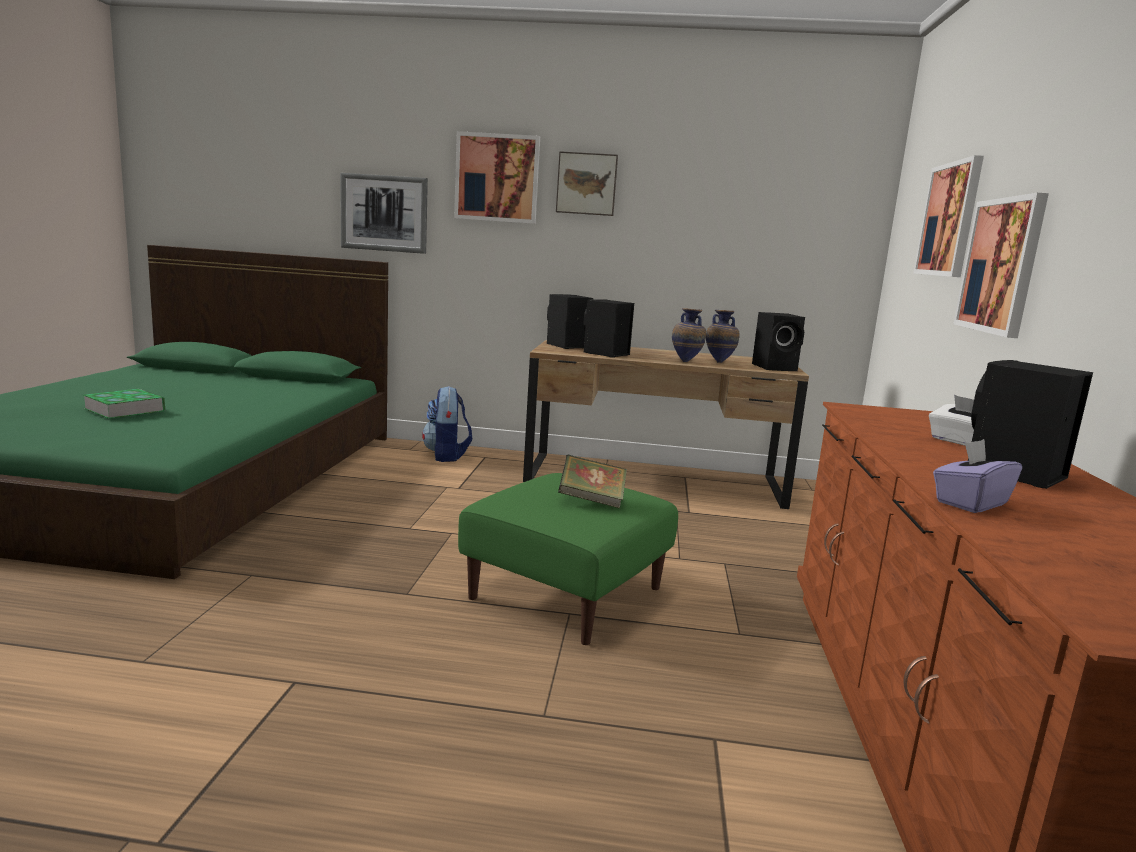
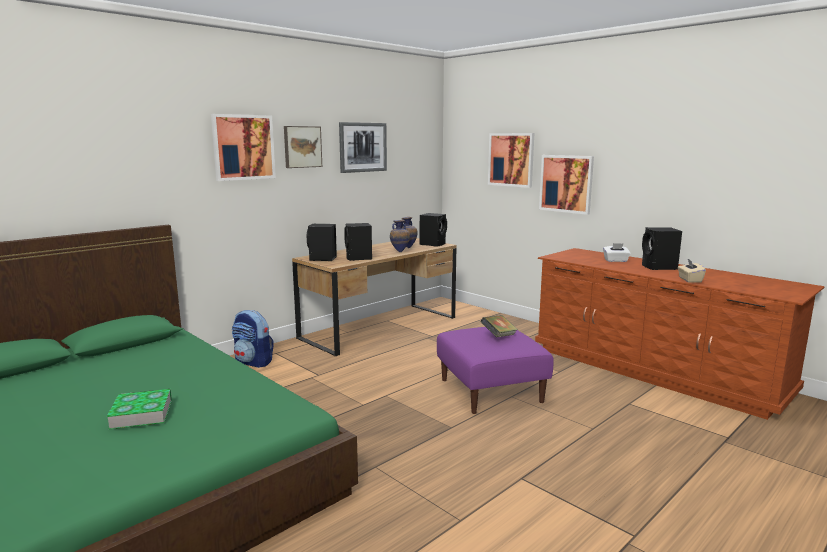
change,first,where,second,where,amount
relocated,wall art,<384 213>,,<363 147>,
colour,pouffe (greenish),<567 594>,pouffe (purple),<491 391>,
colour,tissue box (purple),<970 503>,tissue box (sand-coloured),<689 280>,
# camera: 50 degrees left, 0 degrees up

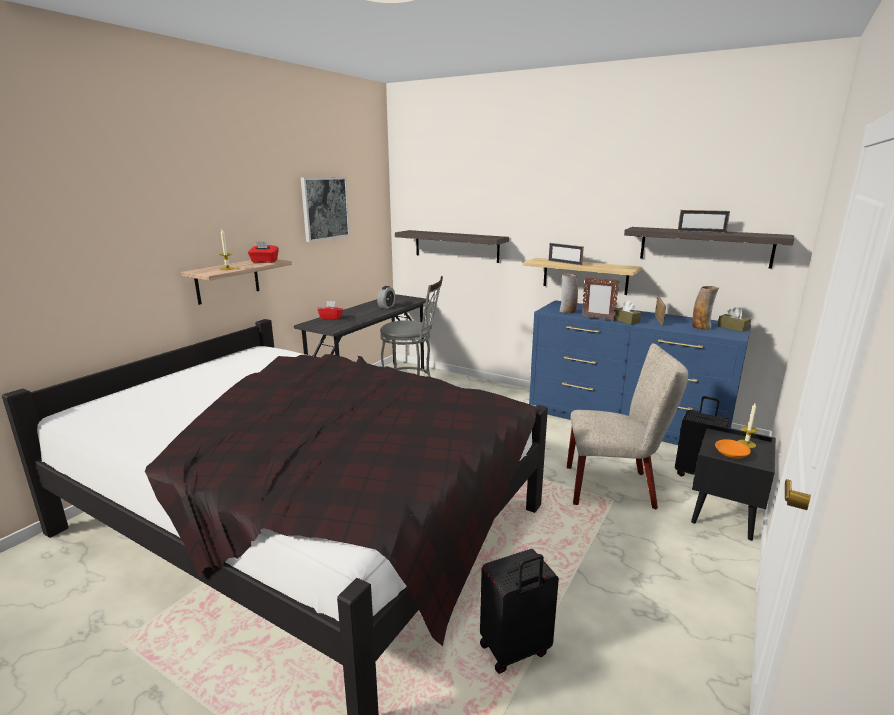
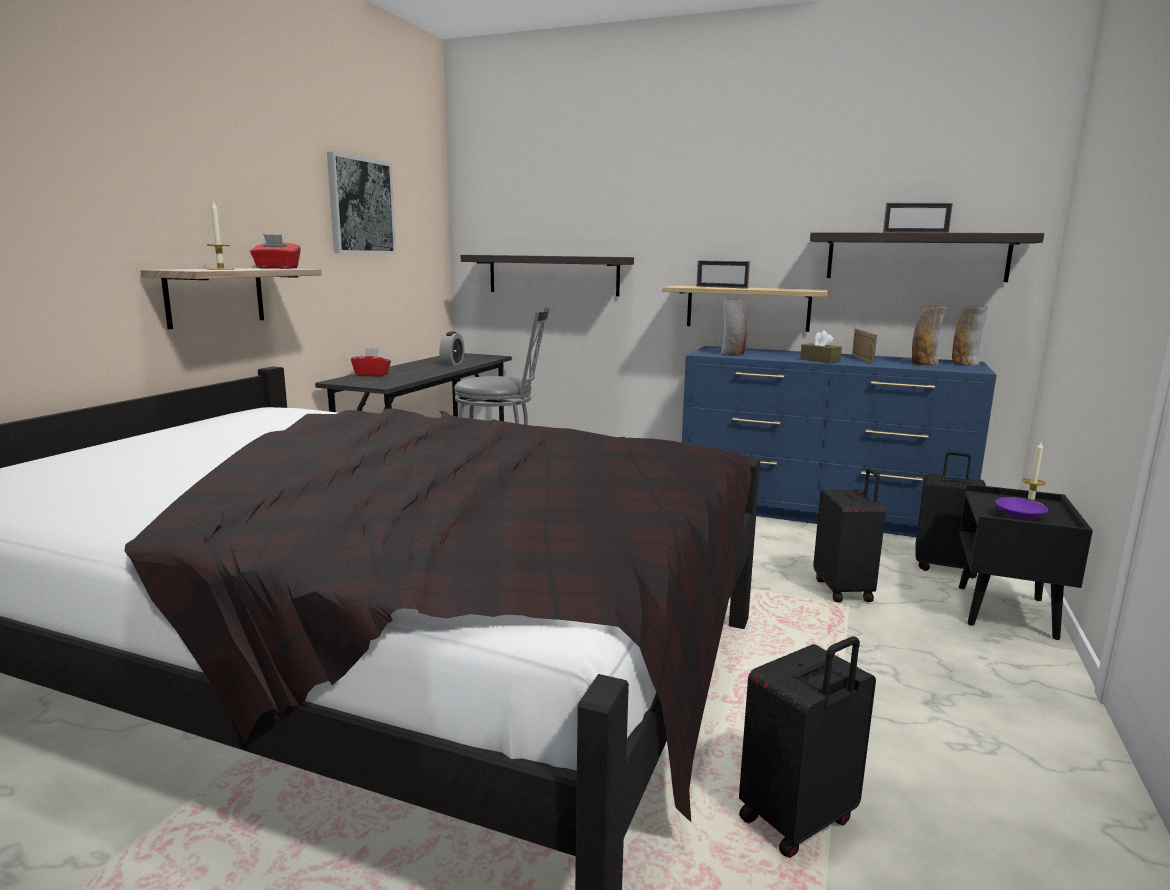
change,first,where,second,where,amount
exchanged,upright chair (sand-coloured),<616 487>,suitcase (blackish),<844 590>,
missing,picture frame,<597 319>,,,
colour,deep dish (orange-coloured),<731 454>,deep dish (purple),<1019 516>,
exchanged,tissue box (brownish),<733 328>,decorative vase,<965 364>,
# camera: 10 degrees left, 5 degrees down

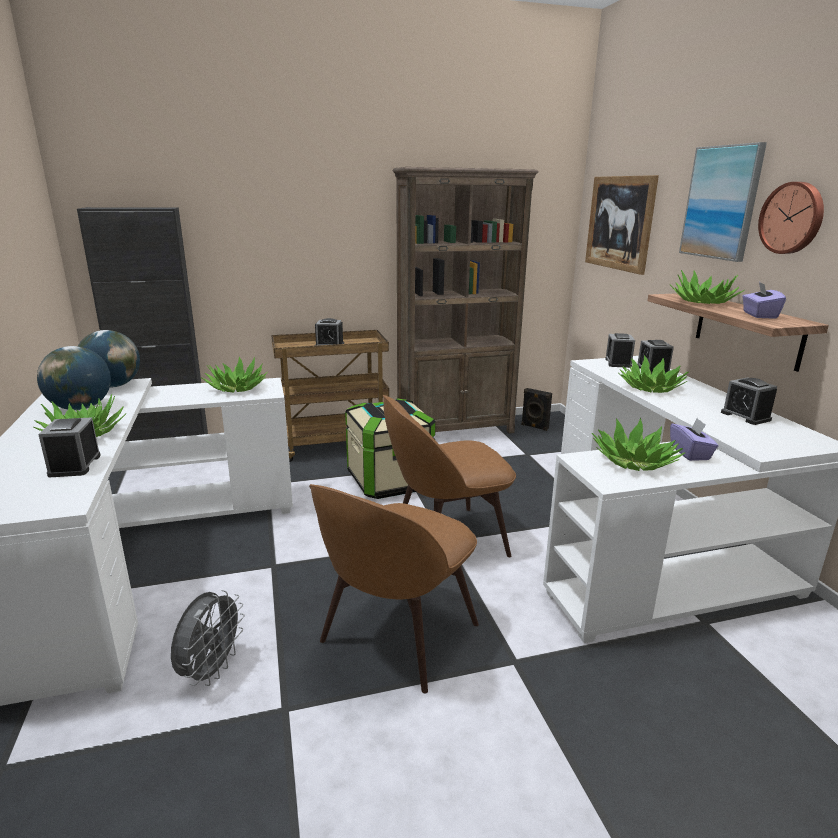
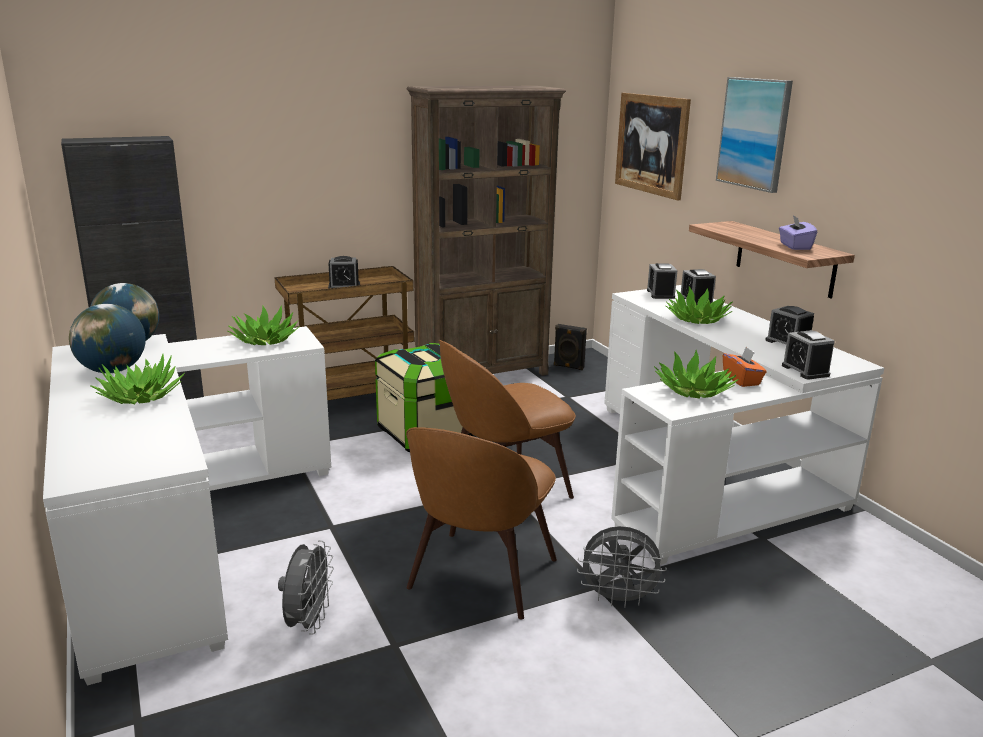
change,first,where,second,where,amount
relocated,table clock,<75 465>,,<805 370>,
missing,potted plant,<703 301>,,,
colour,tissue box (purple),<690 453>,tissue box (orange-coloured),<742 380>,
missing,hanging clock,<792 218>,,,
appeared,,,electric fan (gray),<618 599>,
# camera: 10 degrees left, 0 degrees up

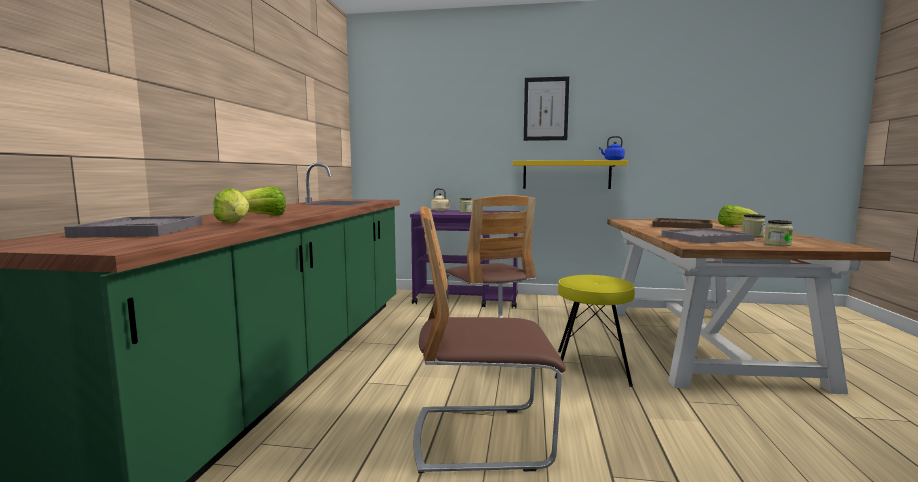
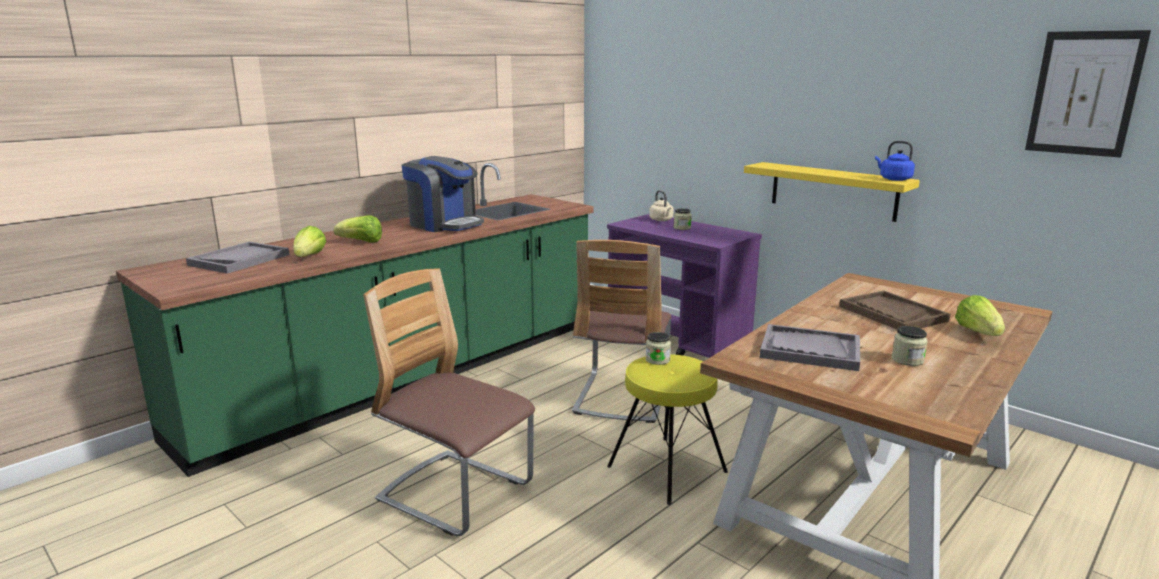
change,first,where,second,where,amount
relocated,wall art,<546 109>,,<1084 93>,
relocated,jar,<777 244>,,<657 360>,
appeared,,,coffee brewer,<444 224>,
# camera: 35 degrees right, 10 degrees up

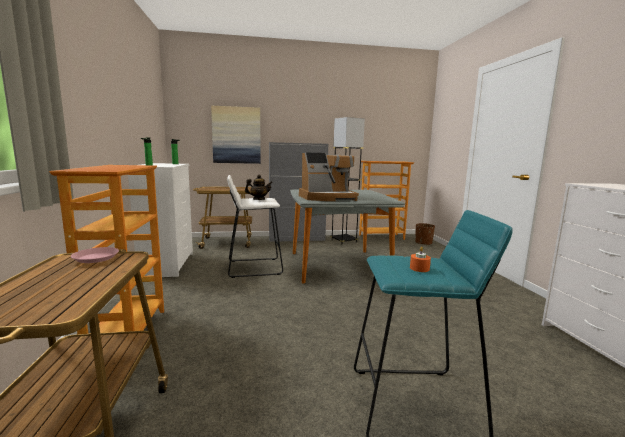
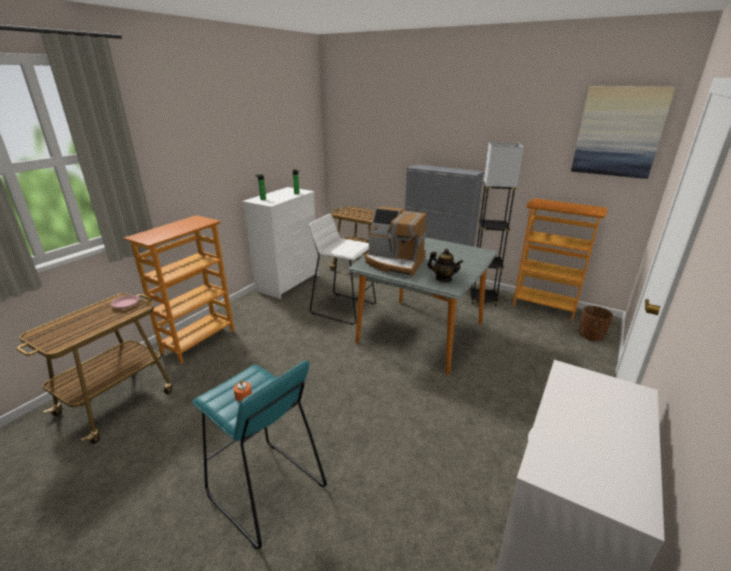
change,first,where,second,where,amount
relocated,wall art,<236 135>,,<619 132>,
relocated,tea pot,<259 199>,,<443 279>,
# camera: 40 degrees right, 15 degrees up

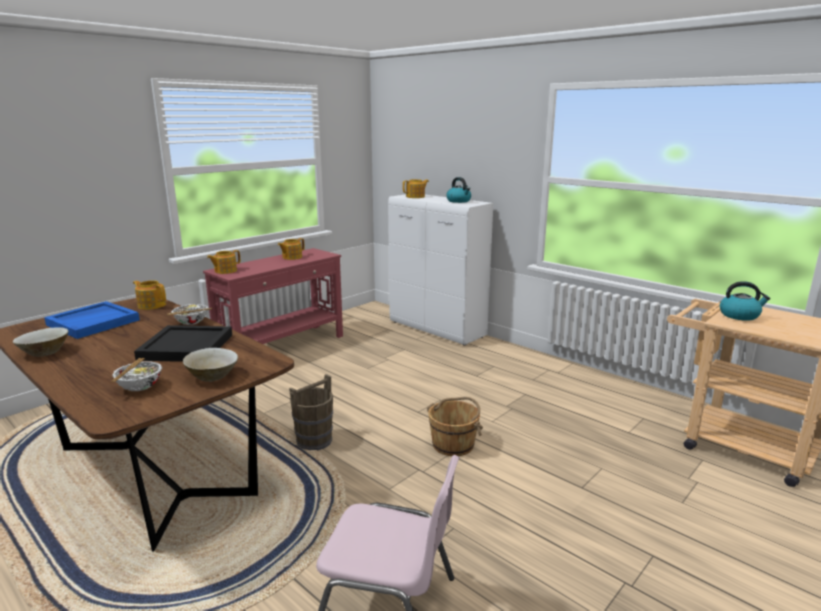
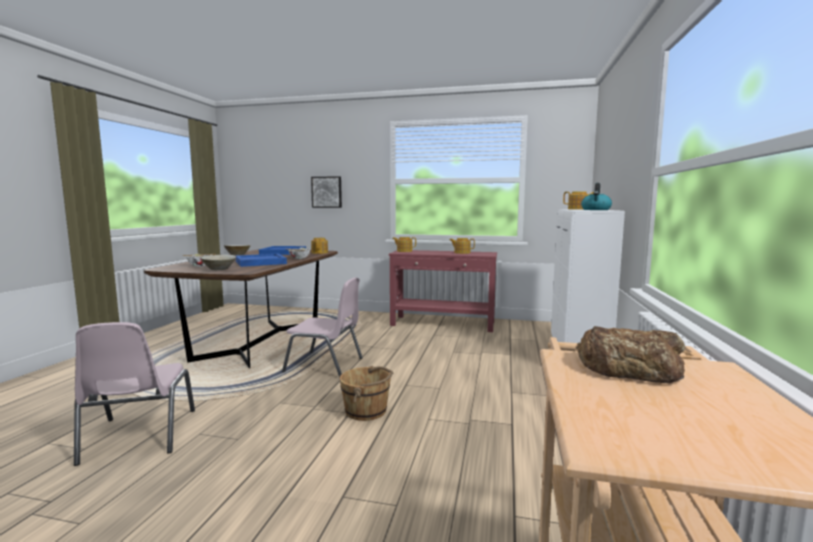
change,first,where,second,where,amount
colour,serving tray (blackish),<187 347>,serving tray (blue-coloured),<260 262>,
exchanged,bucket (brownish),<314 441>,upright chair (pink-coloured),<325 365>,
exchanged,water kettle,<739 315>,baked bread,<629 365>,
appeared,,,wall art,<327 192>,
# camera: 60 degrees right, 10 degrees down

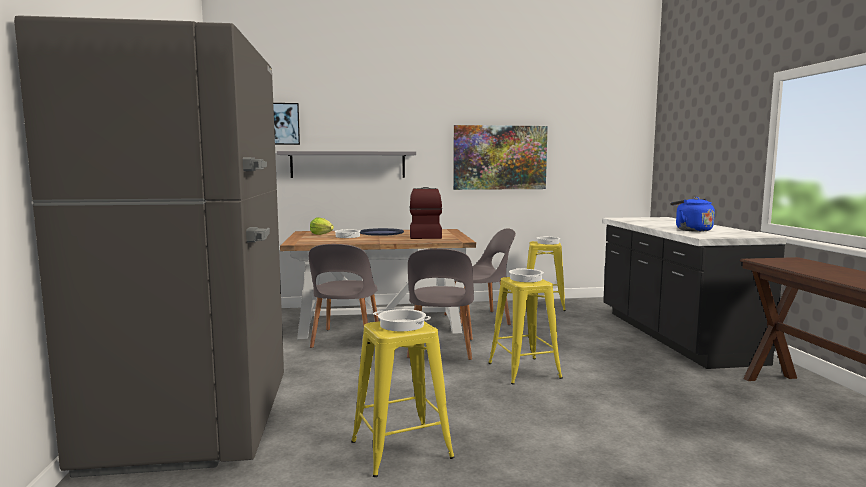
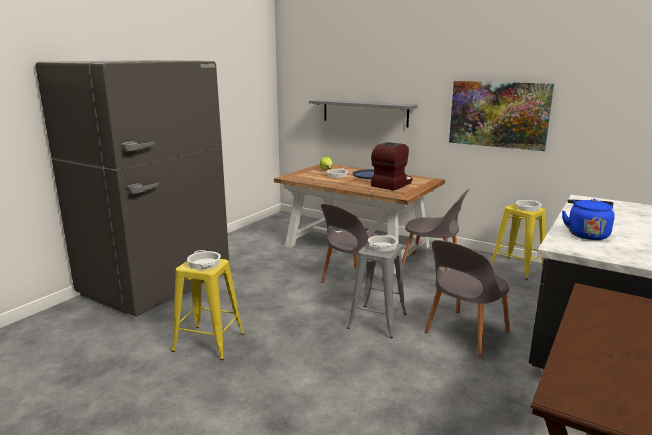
change,first,where,second,where,amount
missing,wall art,<282 124>,,,
relocated,upright chair (gray),<345 340>,,<465 334>,
colour,stool (yellowish),<524 370>,stool (gray),<377 321>,
# camera: 40 degrees right, 10 degrees up

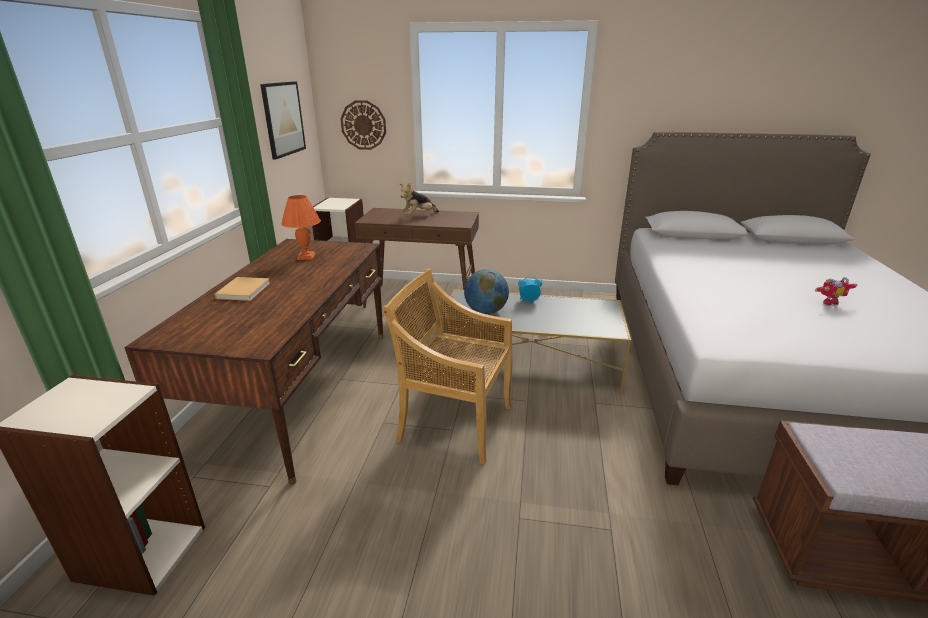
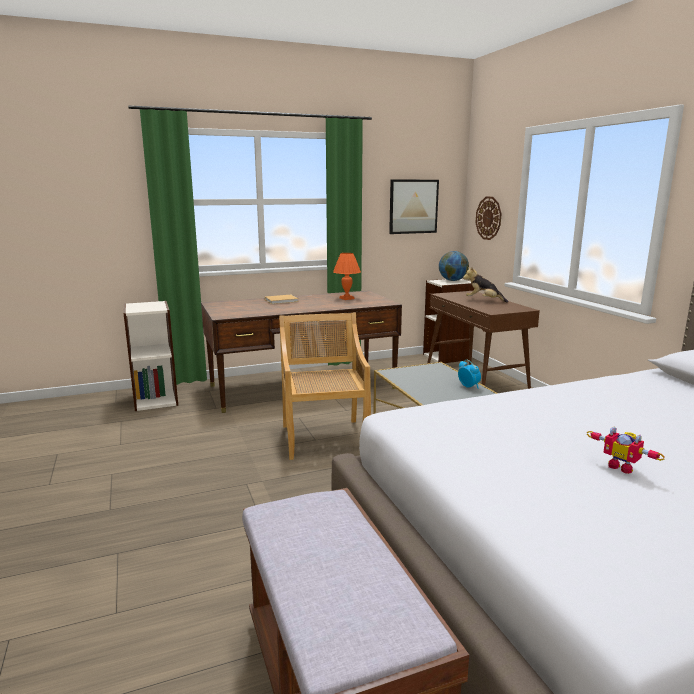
change,first,where,second,where,amount
relocated,world globe,<486 311>,,<452 280>,
# camera: 60 degrees right, 10 degrees down

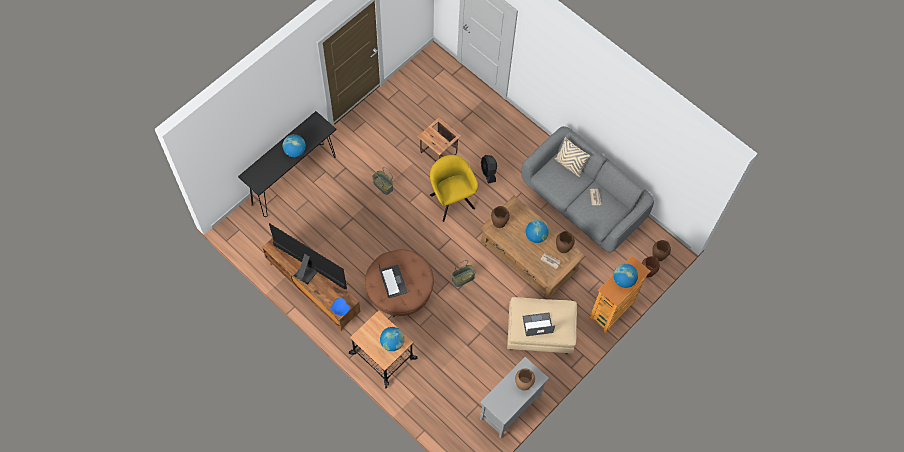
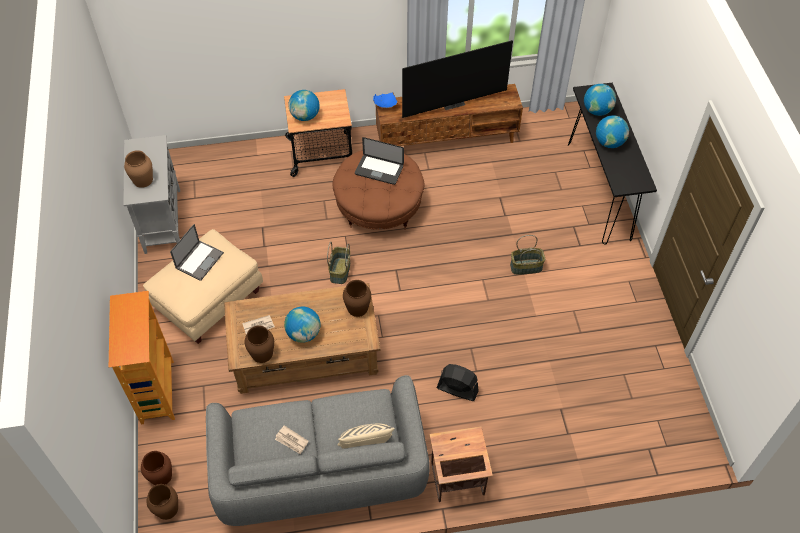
change,first,where,second,where,amount
relocated,accent table,<439 154>,,<456 479>,
missing,armchair (yellowish),<451 199>,,,
relocated,world globe,<623 280>,,<597 110>,
# camera: 130 degrees right, 10 degrees down

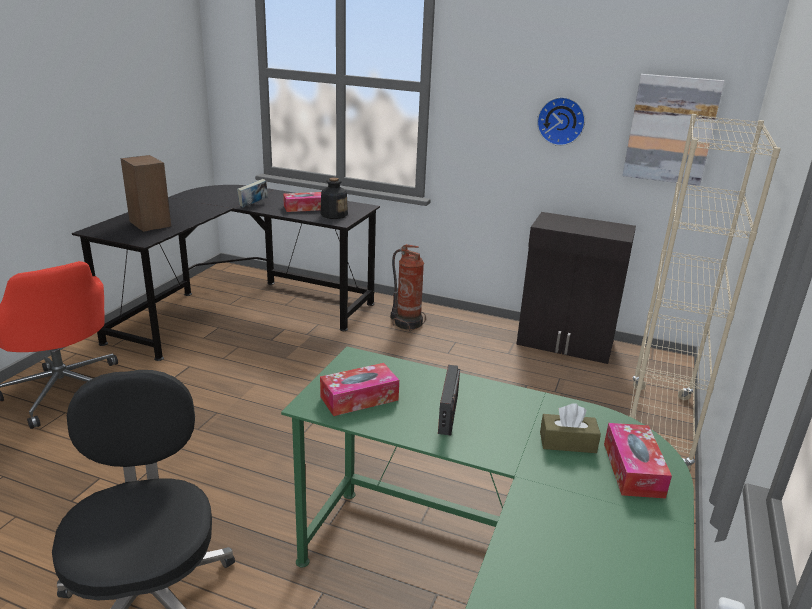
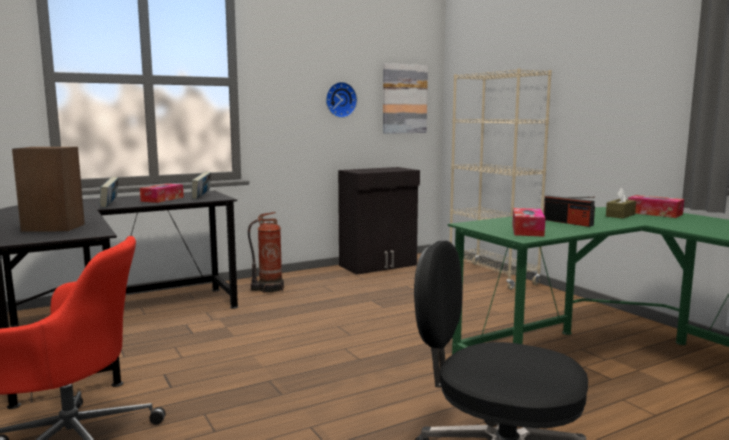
change,first,where,second,where,amount
exchanged,beverage bottle,<333 215>,book,<201 197>,
# camera: 50 degrees left, 15 degrees down

